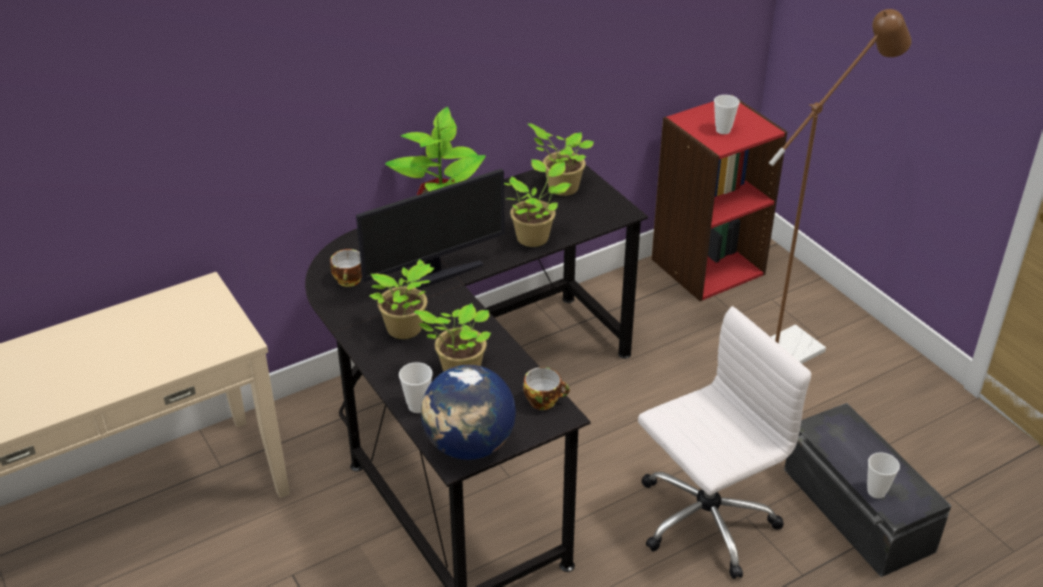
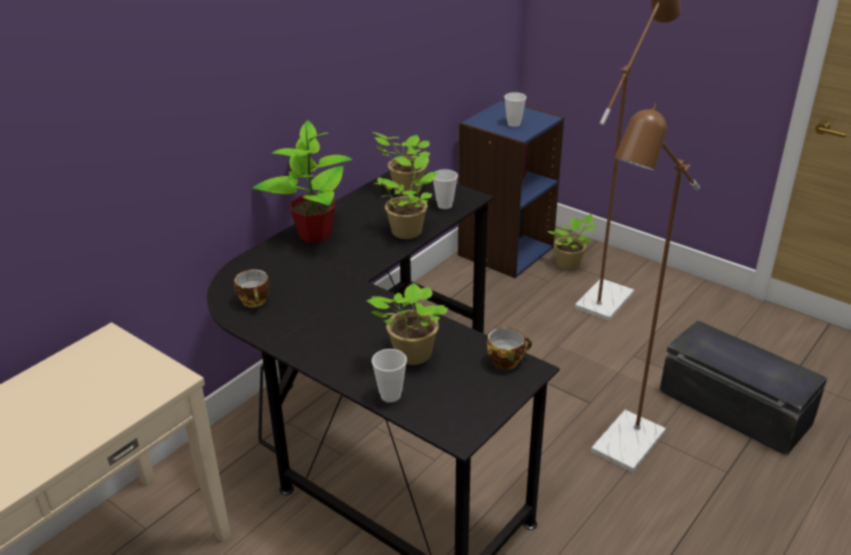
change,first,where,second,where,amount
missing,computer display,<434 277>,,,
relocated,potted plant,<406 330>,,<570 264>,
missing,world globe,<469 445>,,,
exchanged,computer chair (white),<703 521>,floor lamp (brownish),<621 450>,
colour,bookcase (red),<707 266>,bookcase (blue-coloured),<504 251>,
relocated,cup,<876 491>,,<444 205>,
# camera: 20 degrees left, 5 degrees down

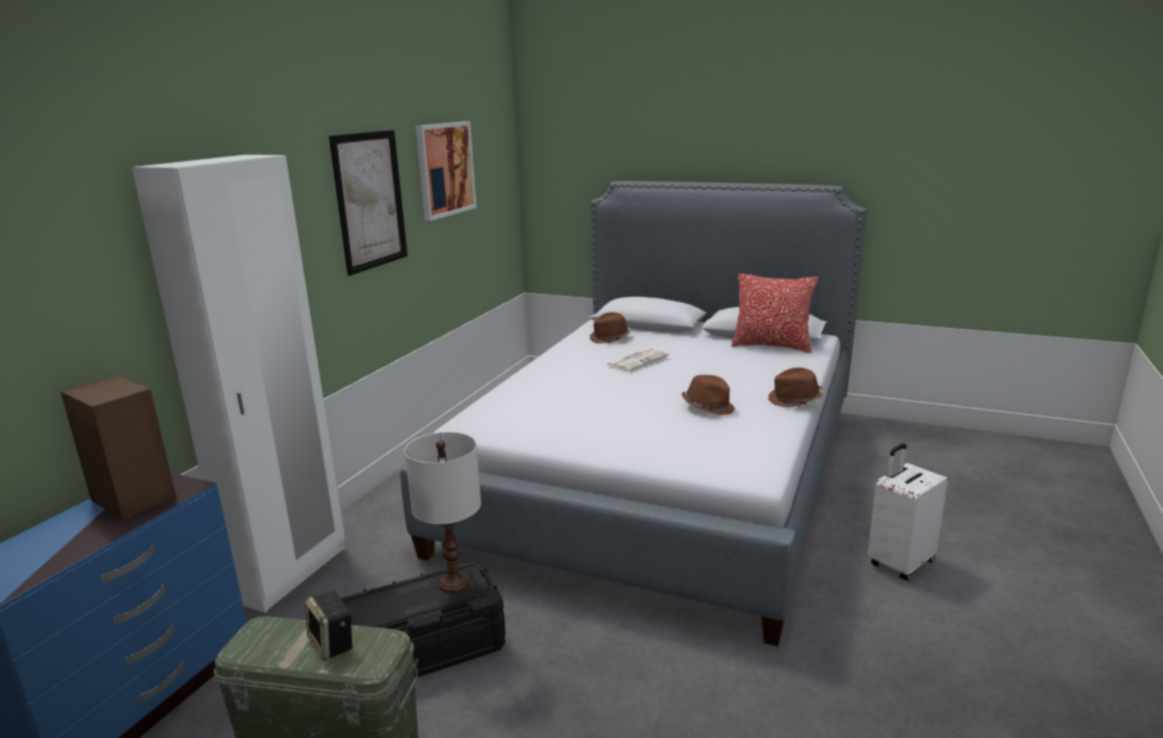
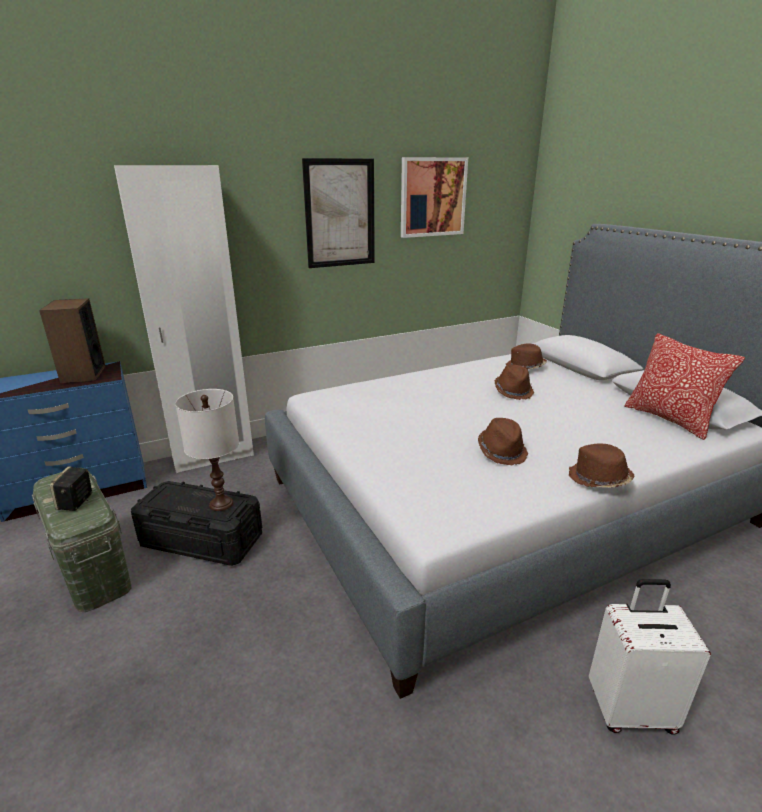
change,first,where,second,where,amount
exchanged,newspaper,<637 360>,wearable hat (brownish),<513 391>,
# camera: 40 degrees right, 5 degrees up

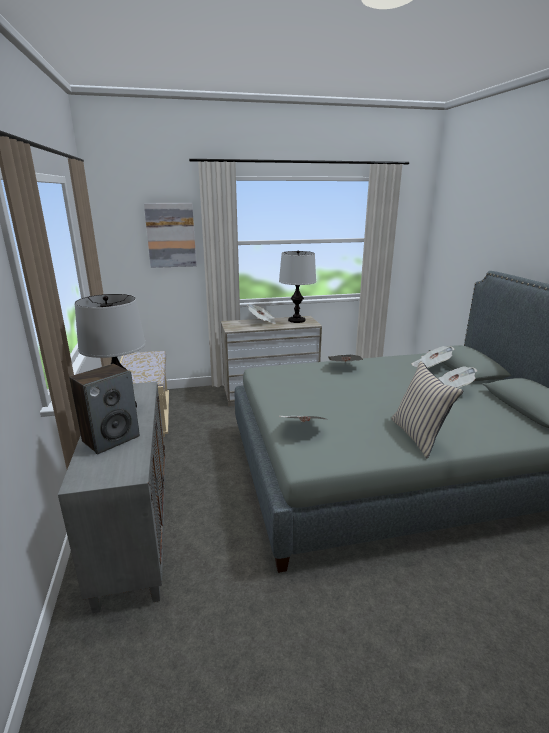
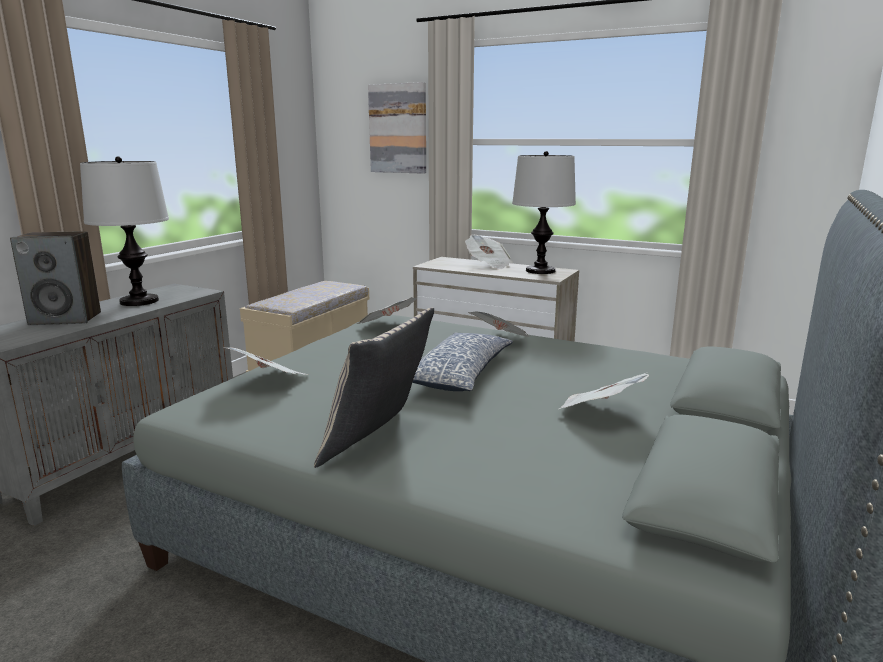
change,first,where,second,where,amount
relocated,newspaper,<431 367>,,<387 326>,
appeared,,,pillow,<461 375>,
# camera: 40 degrees right, 5 degrees down

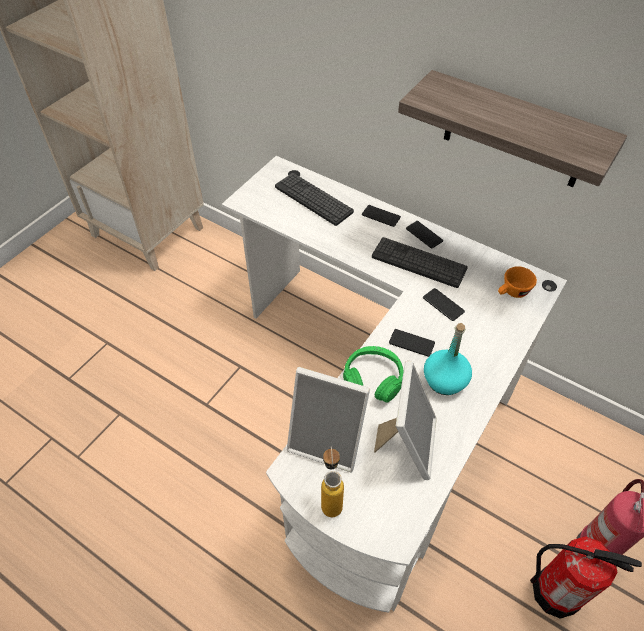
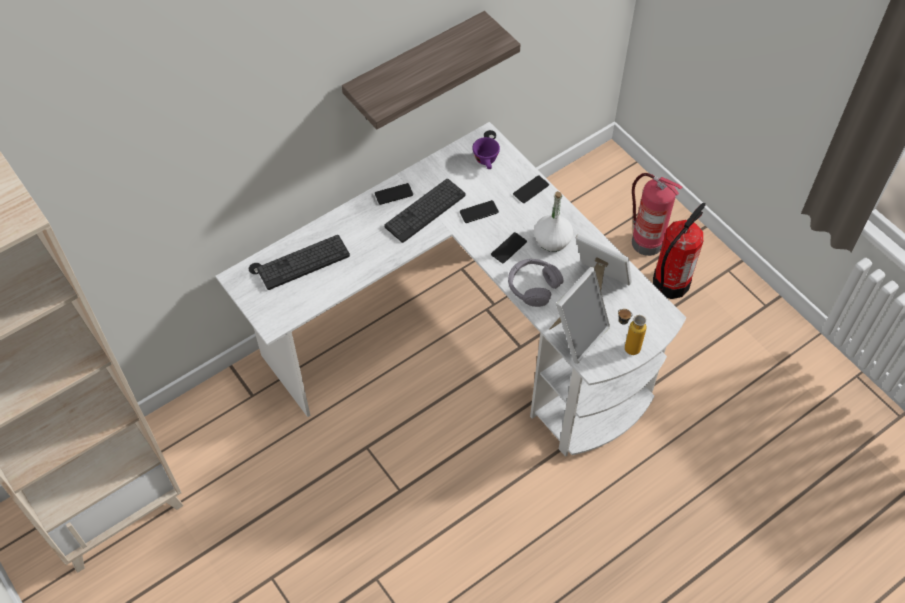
change,first,where,second,where,amount
colour,headphones (greenish),<373 379>,headphones (gray),<533 286>,
relocated,handset,<381 216>,,<531 189>,
colour,beverage bottle (turquoise-coloured),<445 380>,beverage bottle (white),<552 240>,
colour,cup (orange-coloured),<512 292>,cup (purple),<486 161>,
# camera: 70 degrees left, 5 degrees up

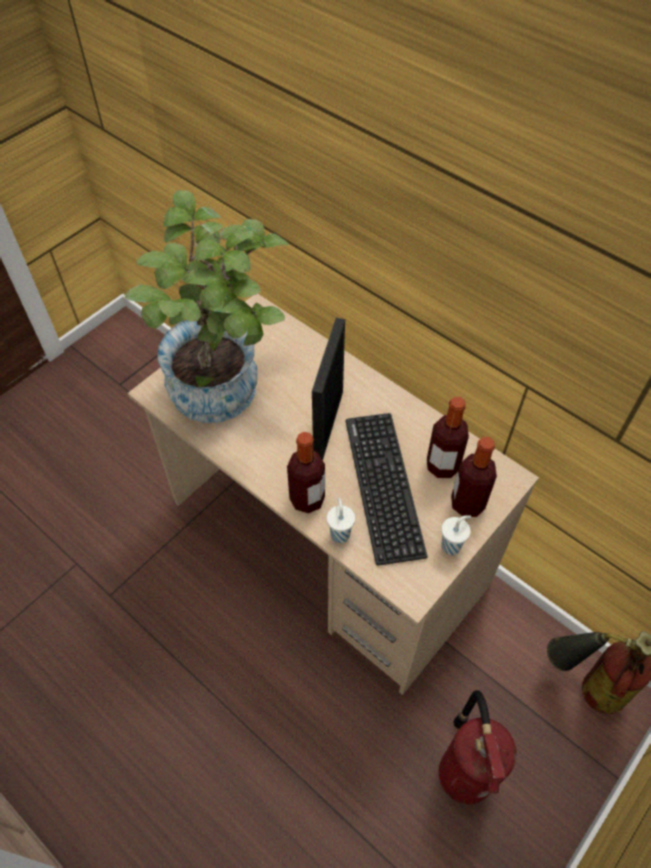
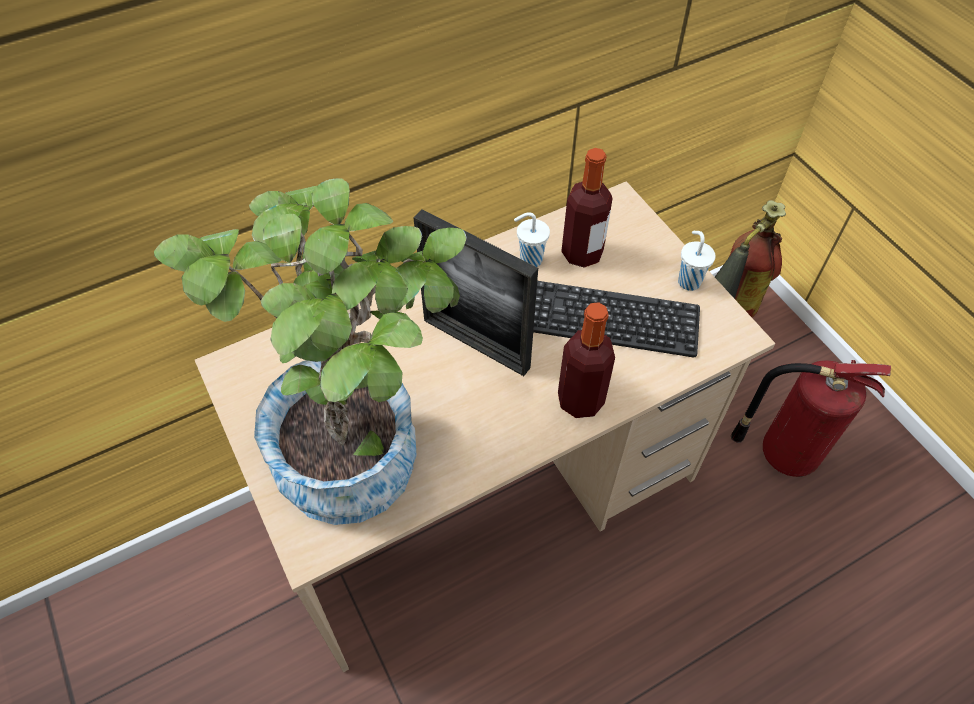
change,first,where,second,where,amount
relocated,cup (white),<340 533>,,<529 259>,
missing,beverage bottle,<467 503>,,,
# camera: 70 degrees left, 0 degrees up

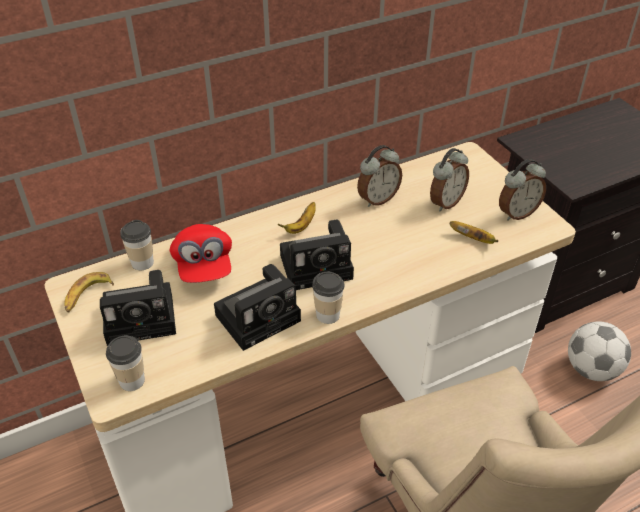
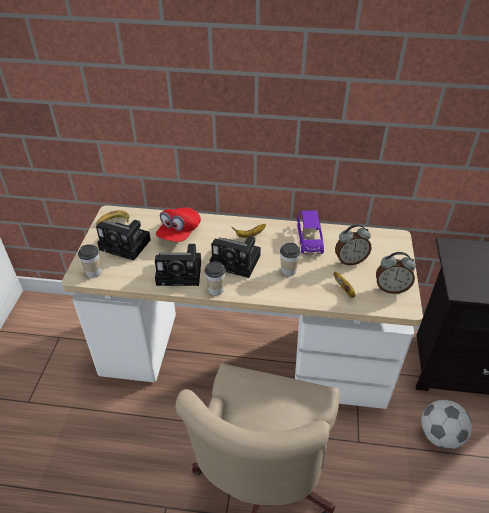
change,first,where,second,where,amount
relocated,cup,<142 262>,,<288 271>,
exchanged,table clock,<377 199>,model car (purple),<309 239>,
# camera: 35 degrees right, 0 degrees up

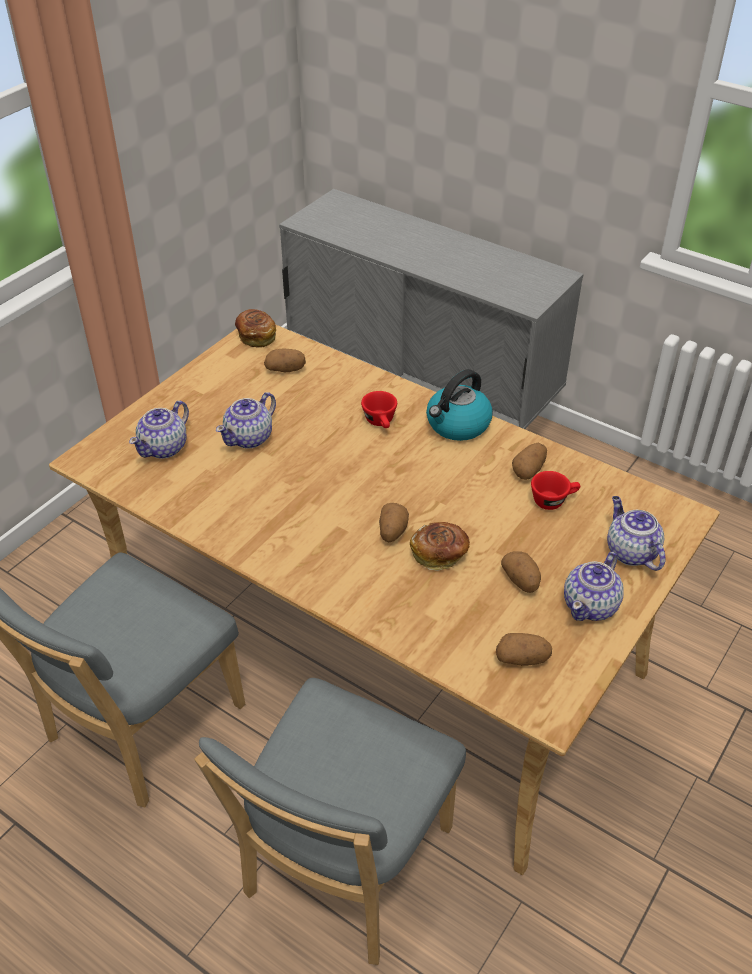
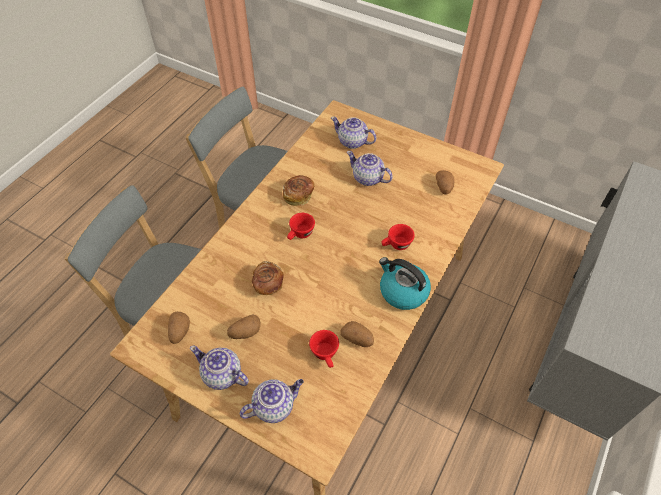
change,first,where,second,where,amount
relocated,baked bread,<256 336>,,<298 195>,
missing,whole potato,<392 531>,,,
appeared,,,cup (red),<300 234>,
# camera: 85 degrees right, 10 degrees up

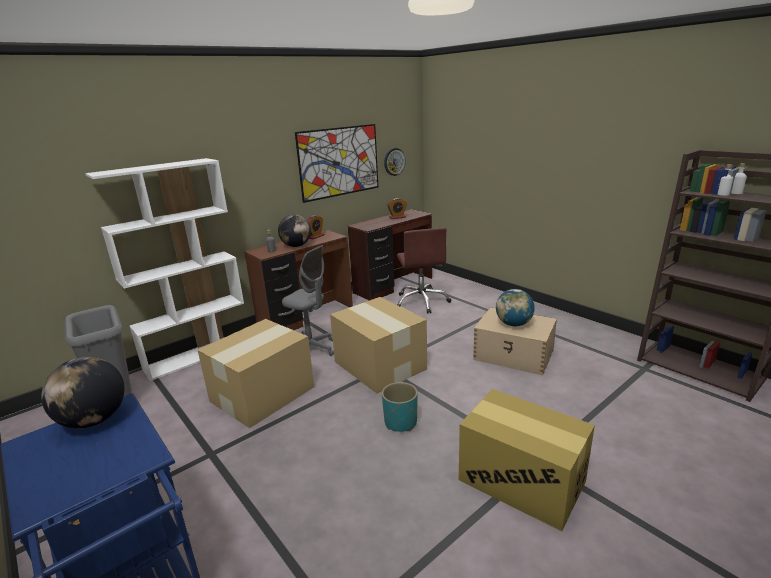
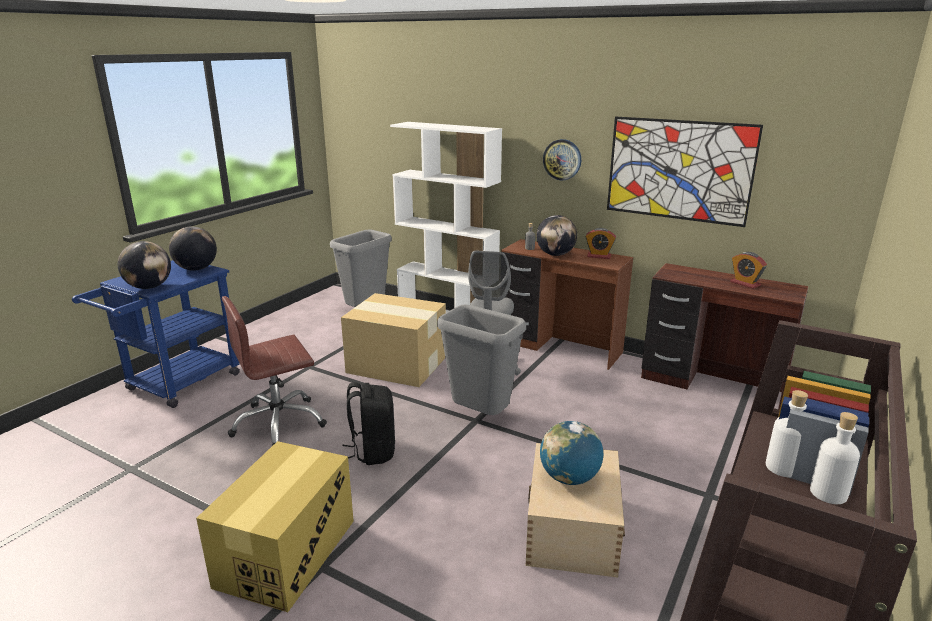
change,first,where,second,where,amount
exchanged,cardboard box,<379 364>,rubbish bin (gray),<481 416>,
exchanged,plant pot (turquoise-coloured),<400 422>,backpack (blackish),<372 451>,
relocated,hanging clock,<394 161>,,<562 159>,
relocated,computer chair (brownish),<422 301>,,<278 423>,
appeared,,,world globe,<149 287>,
# camera: 70 degrees right, 0 degrees up

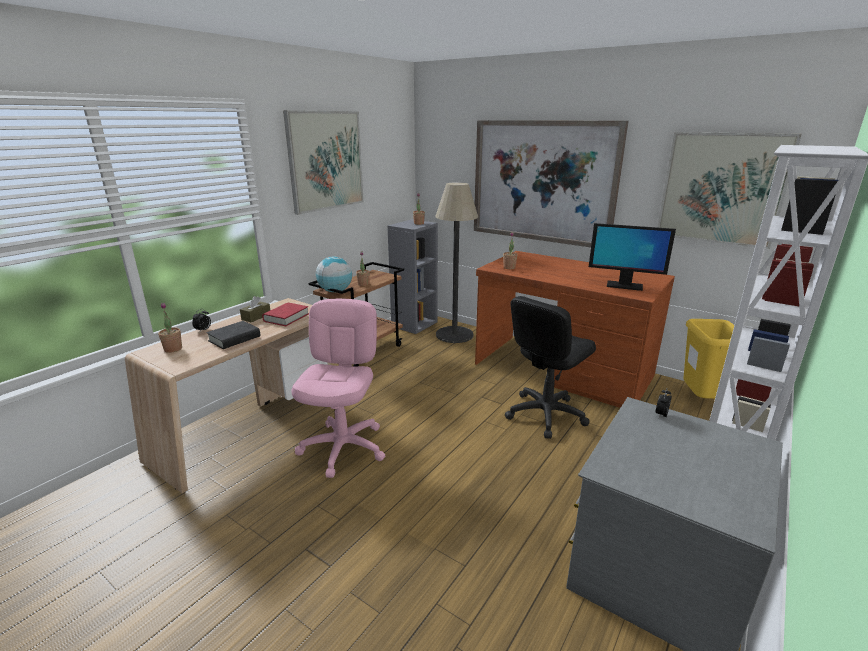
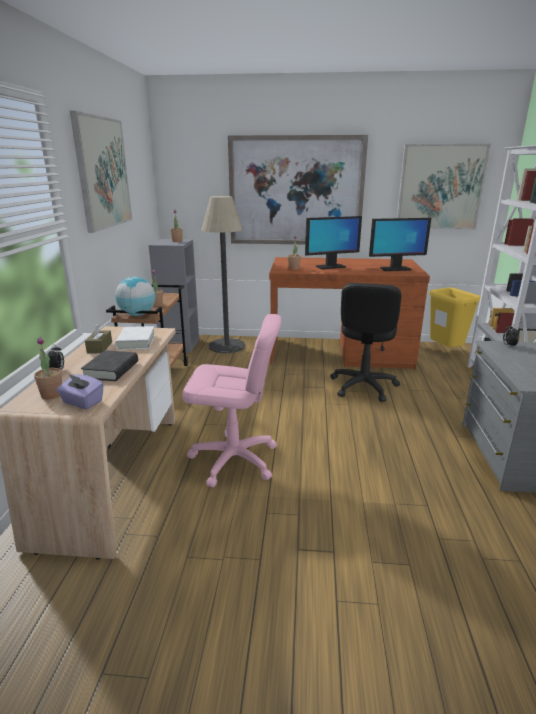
change,first,where,second,where,amount
colour,book (red),<286 317>,book (white),<136 342>,
spun,computer chair (pink-coloured),<343 447>,,<234 460>,120 degrees clockwise
appeared,,,tissue box (purple),<82 402>,
appeared,,,computer display,<330 267>,
# camera: 30 degrees left, 0 degrees up

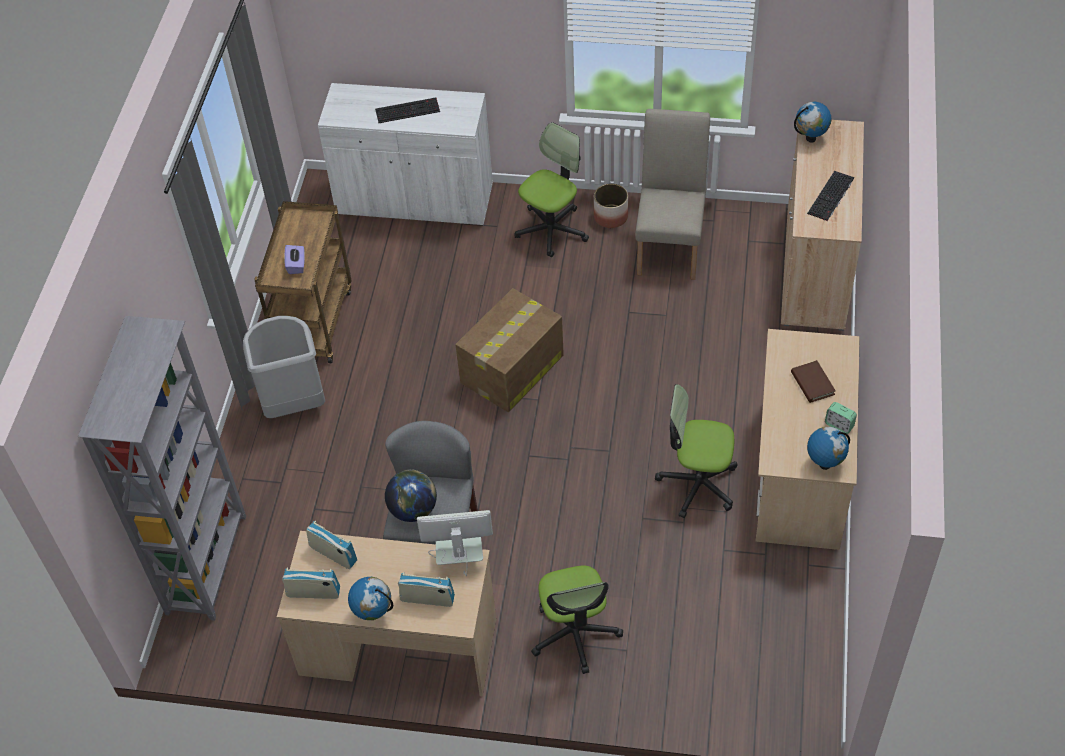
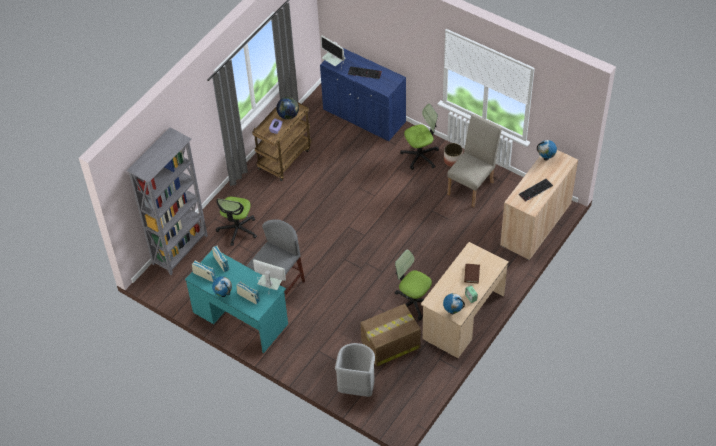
change,first,where,second,where,amount
relocated,rubbish bin (gray),<294 404>,,<357 388>,
colour,desk unit (sand-coloured),<398 646>,desk unit (turquoise-coloured),<240 318>,
colour,cupboard (white),<415 200>,cupboard (blue-coloured),<364 116>,
relocated,world globe,<413 510>,,<288 116>,
relocated,cardboard box,<511 370>,,<390 344>,
relocated,computer chair,<575 634>,,<237 230>,
appeared,,,computer display,<334 65>,
# camera: 25 degrees right, 0 degrees up

